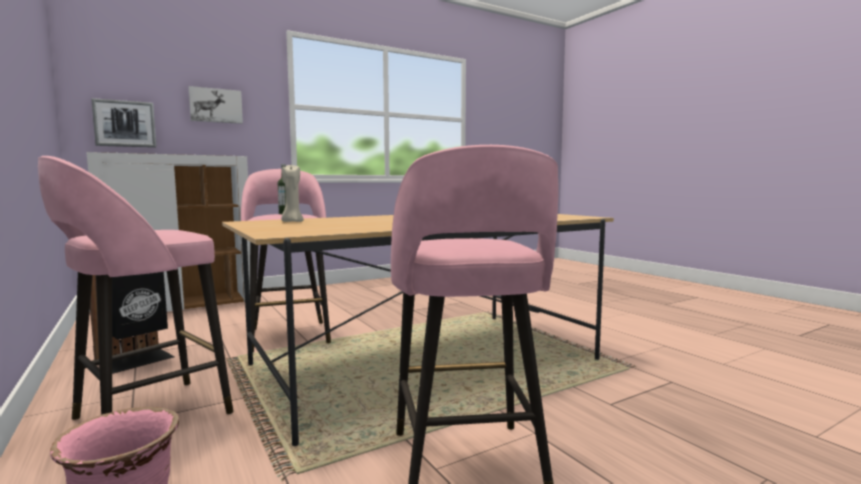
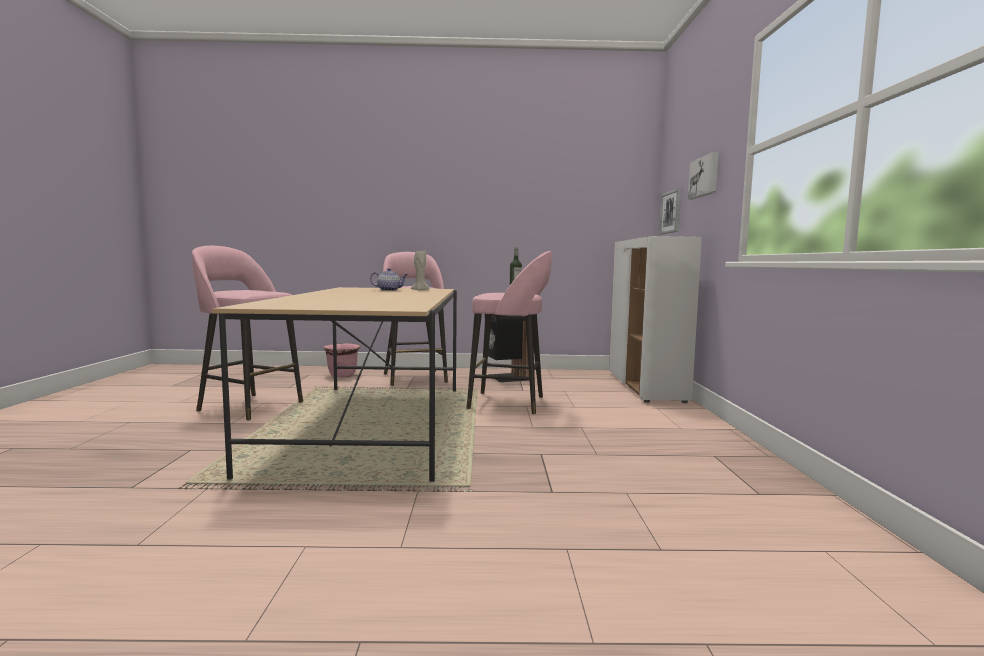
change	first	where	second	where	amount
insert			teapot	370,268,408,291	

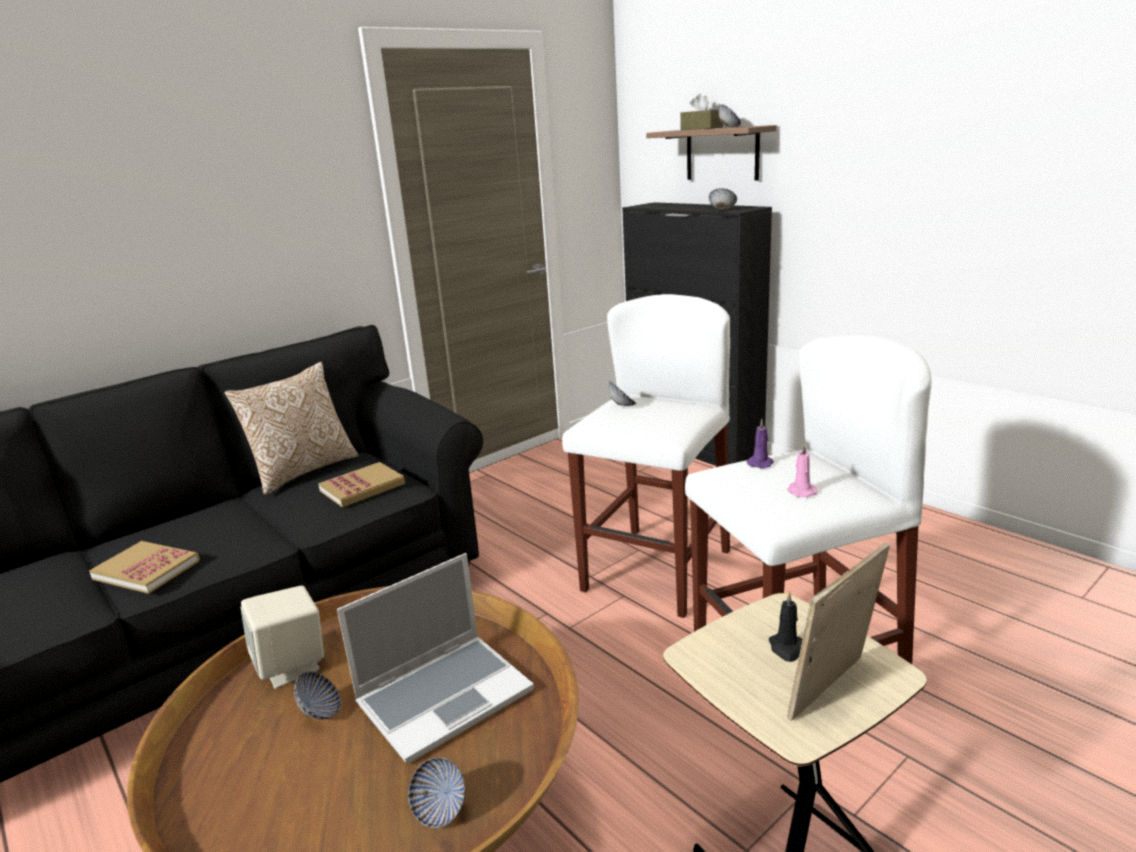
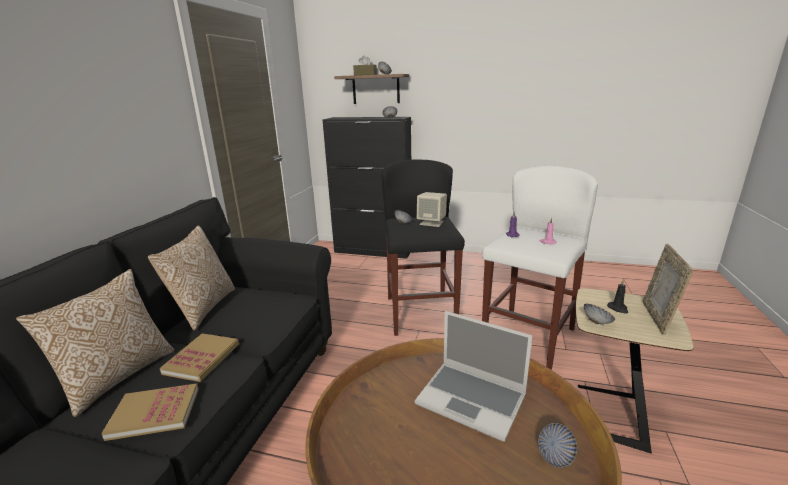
change	first	where	second	where	amount
insert			pillow	16,269,175,417	
move	book	318,462,405,507		160,333,239,382	
recolor	white stool	562,294,730,618	black stool	382,160,465,336	
rotate	laptop	337,553,534,764		415,311,533,442	105 degrees clockwise
move	beige speaker	240,585,324,689		417,192,447,227	
move	bowl	294,671,341,719		584,304,615,325	

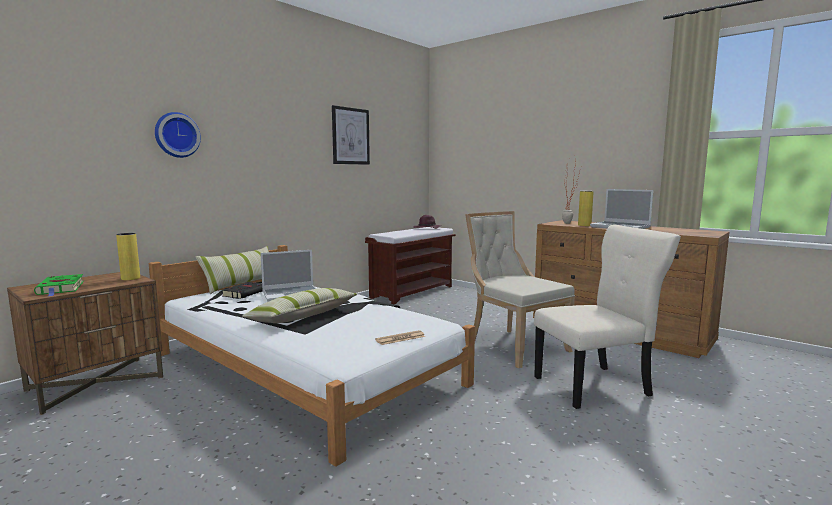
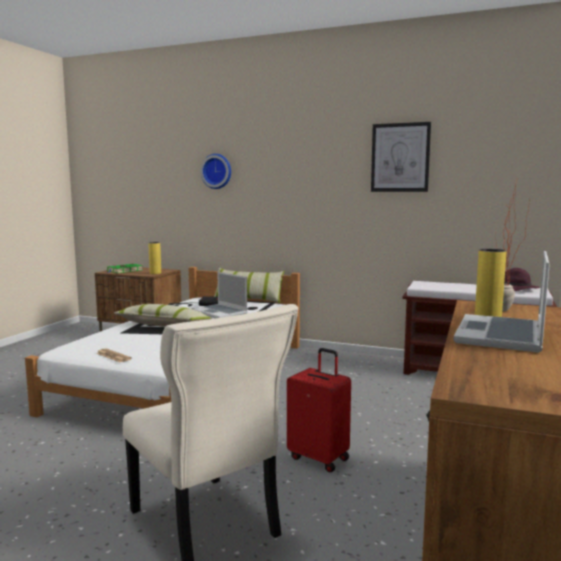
change	first	where	second	where	amount
replace	beige chair	465,211,575,368	red suitcase	287,348,351,472	

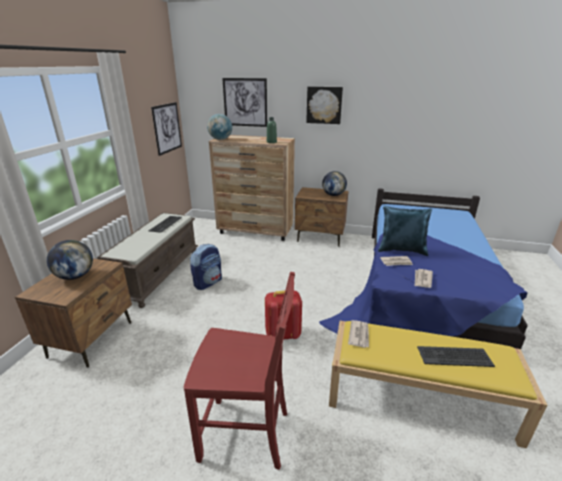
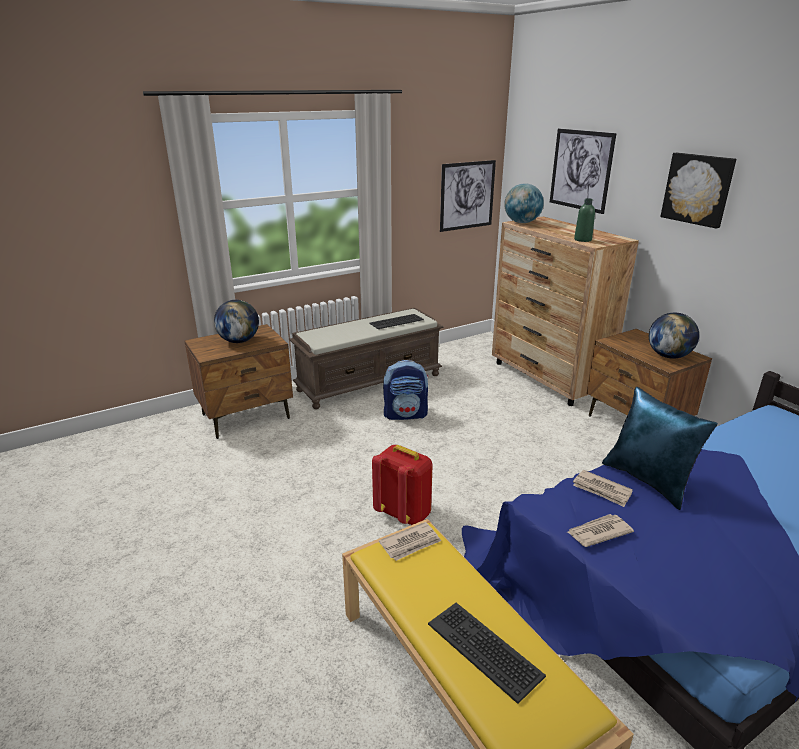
change	first	where	second	where	amount
delete	red chair	184,272,295,470			

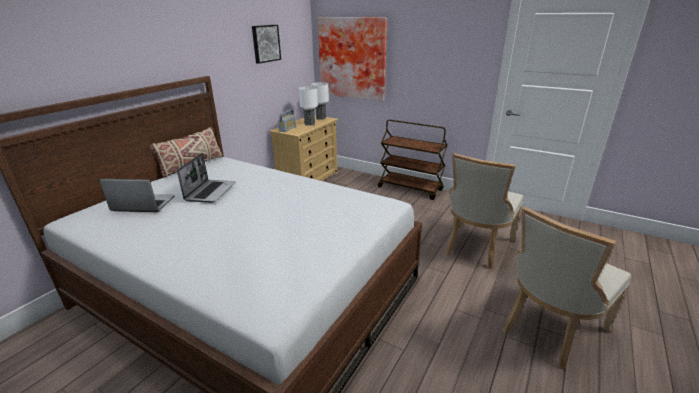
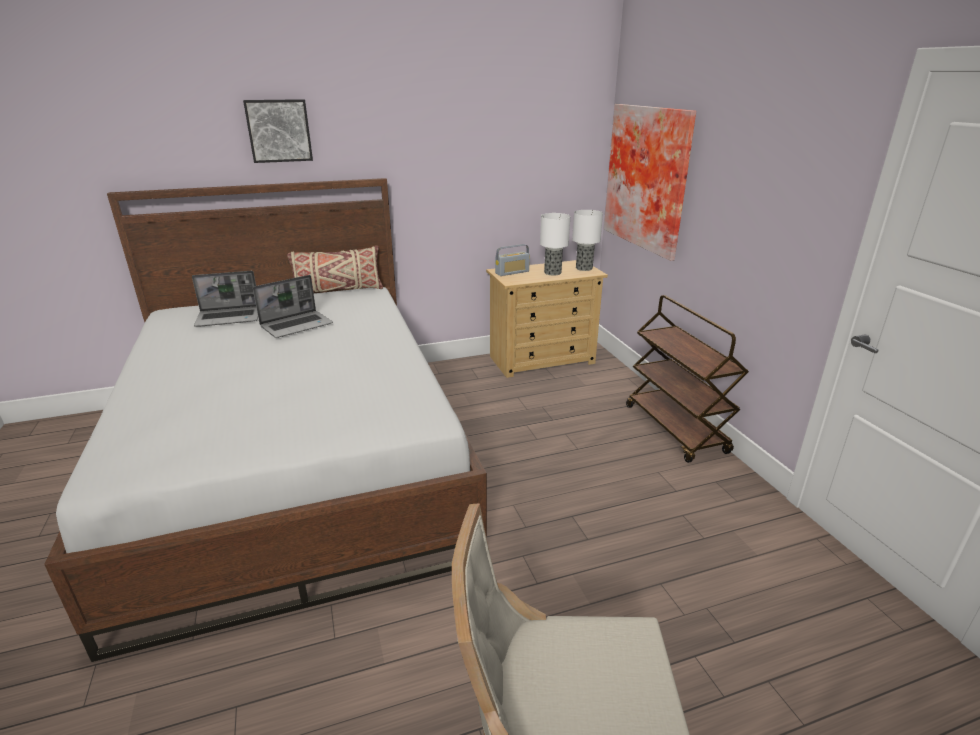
change	first	where	second	where	amount
rotate	laptop	99,179,175,212		192,271,258,327	120 degrees clockwise
move	picture	252,25,281,64		243,99,313,163	
delete	beige chair	445,153,523,269			

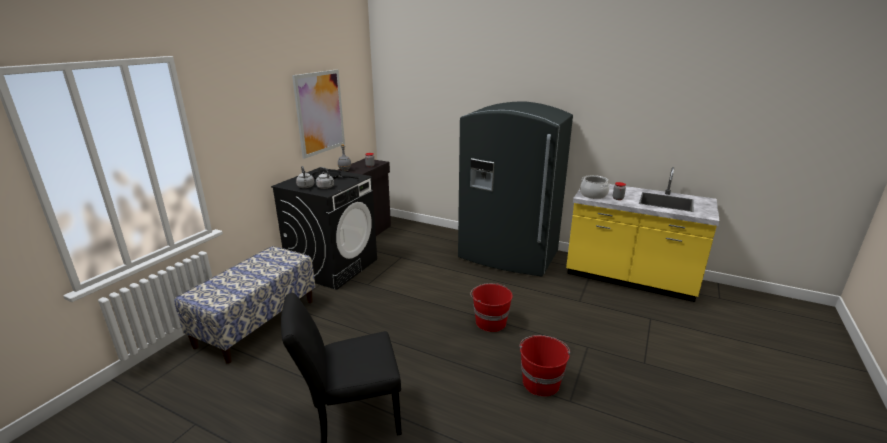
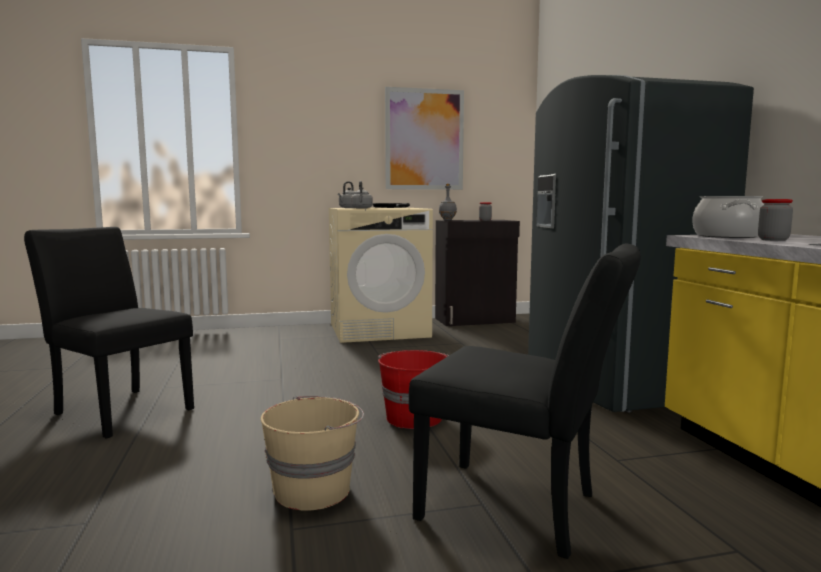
change	first	where	second	where	amount
recolor	red bucket	520,335,570,396	beige bucket	261,396,364,511	
recolor	black washing machine	271,168,377,290	beige washing machine	328,208,433,343	
insert			black chair	409,244,641,559	
delete	bench	175,246,315,364			

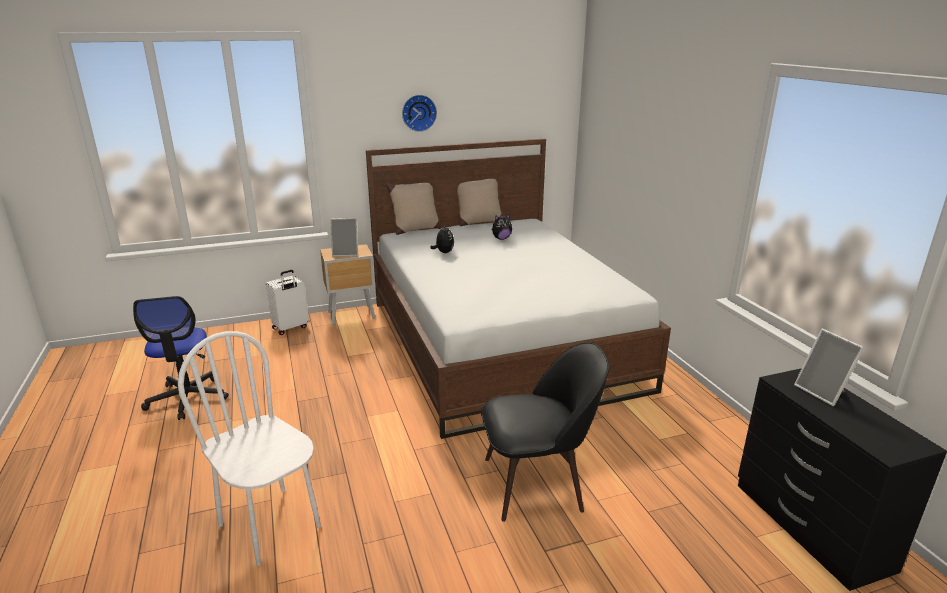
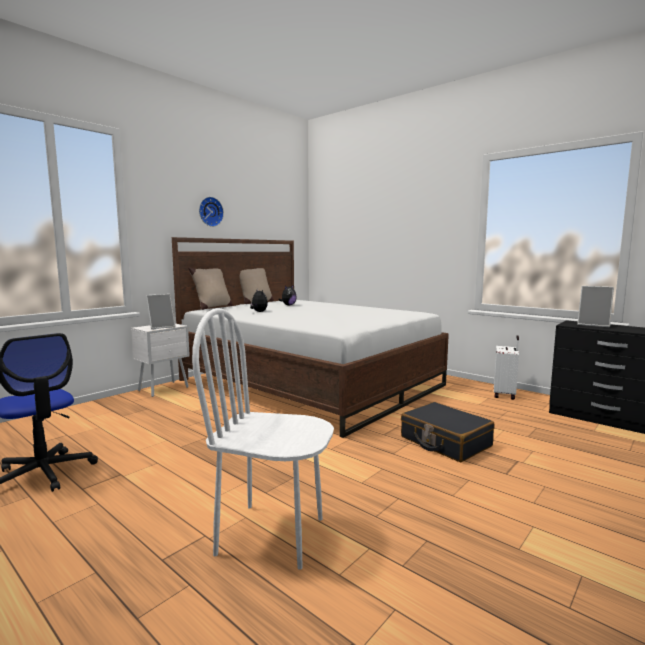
change	first	where	second	where	amount
recolor	brown nightstand	320,244,375,325	white nightstand	131,323,190,397	
replace	black chair	481,342,609,522	black suitcase	401,402,494,462	
move	white suitcase	266,270,309,335		494,335,519,400	

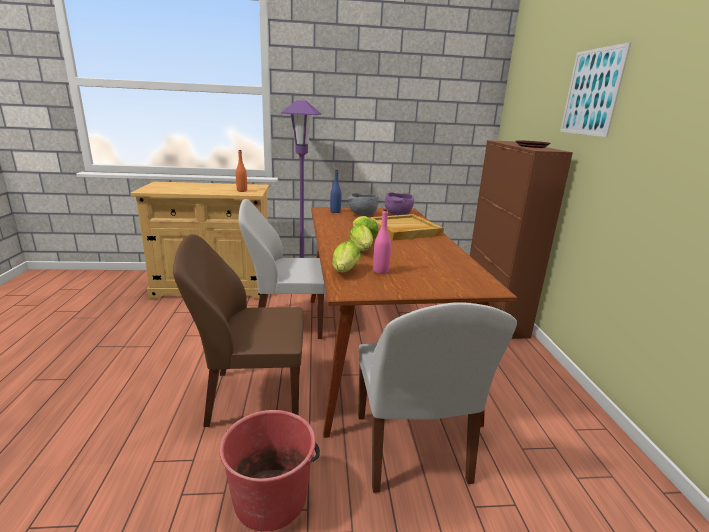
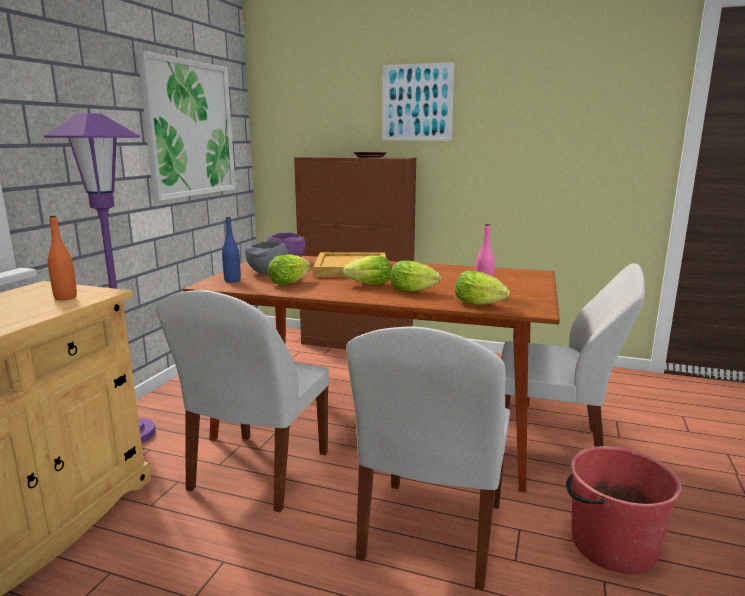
change	first	where	second	where	amount
insert			picture	137,51,236,201	
insert			lettuce	268,254,311,285	
recolor	brown chair	173,234,303,427	white chair	346,327,510,590	

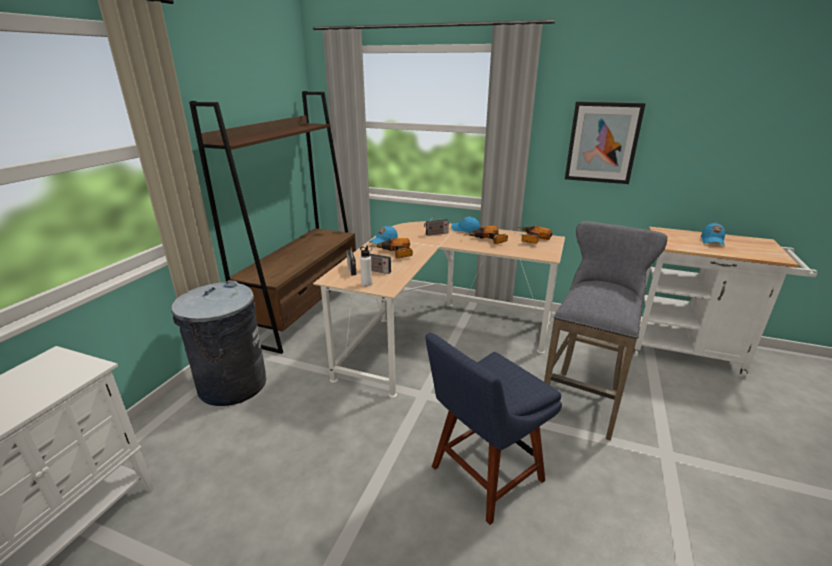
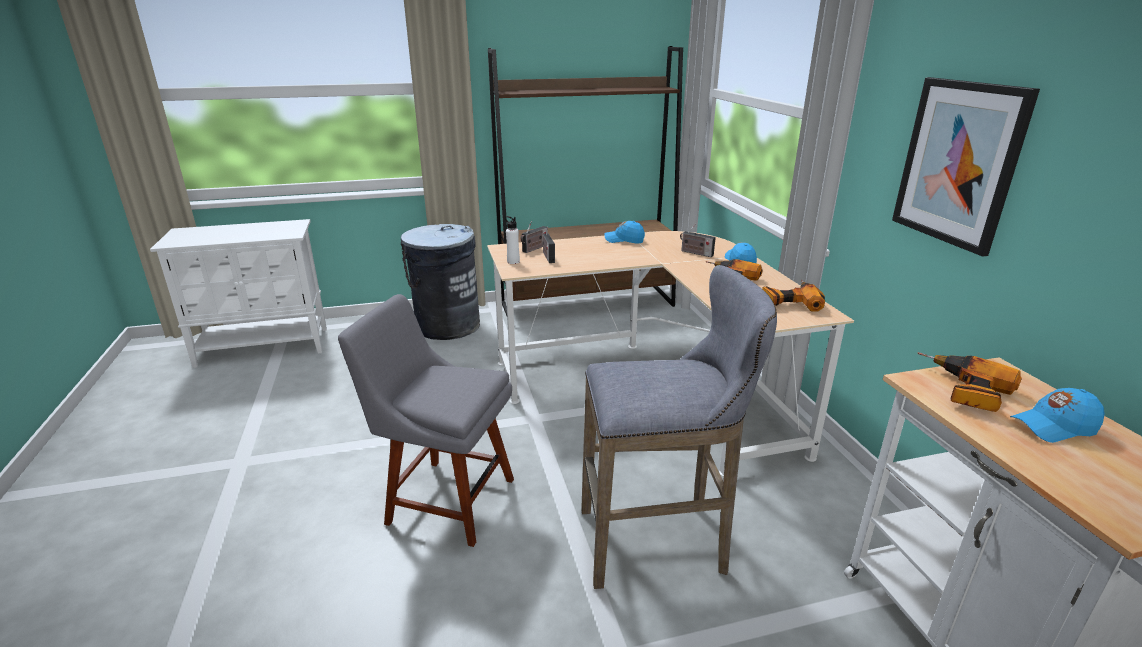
change	first	where	second	where	amount
recolor	blue chair	425,333,562,525	grey chair	338,294,514,547	
move	power drill	370,238,413,259		918,352,1022,412	

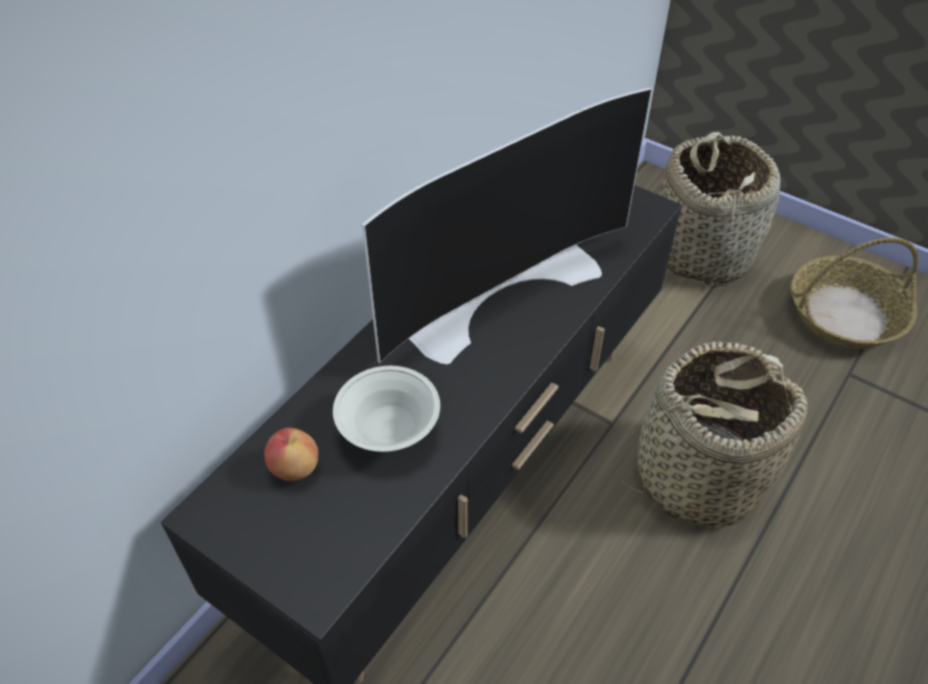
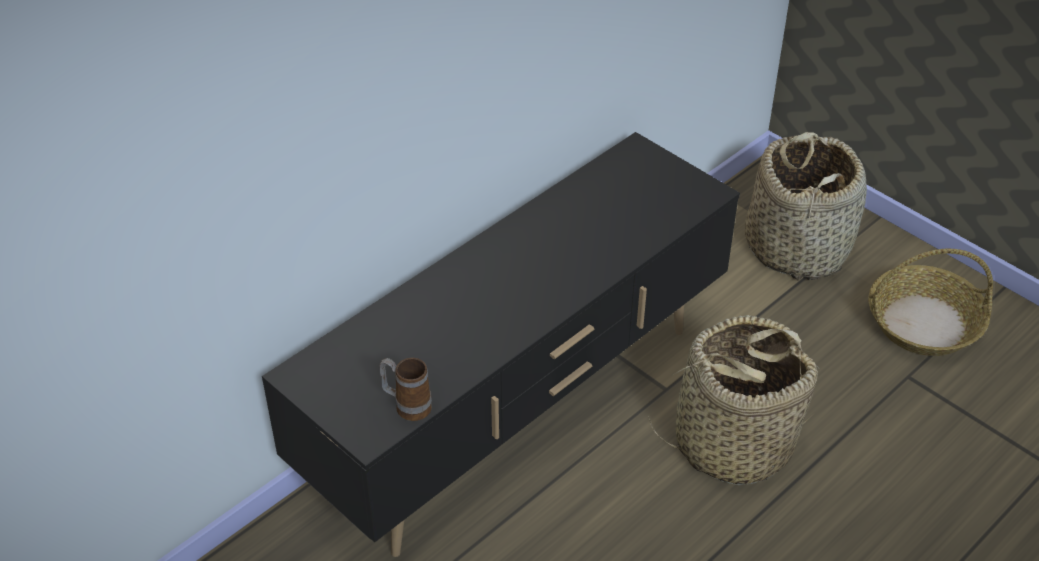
change	first	where	second	where	amount
insert			mug	379,358,432,421	
delete	apple	264,428,319,481			
delete	white bowl	333,366,440,452			
delete	television	362,88,652,364			

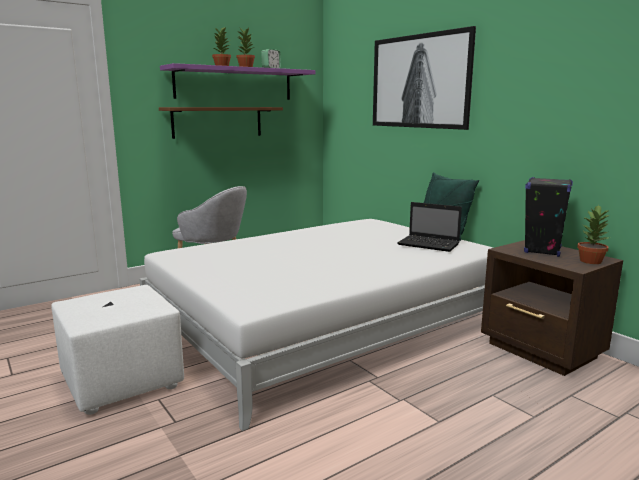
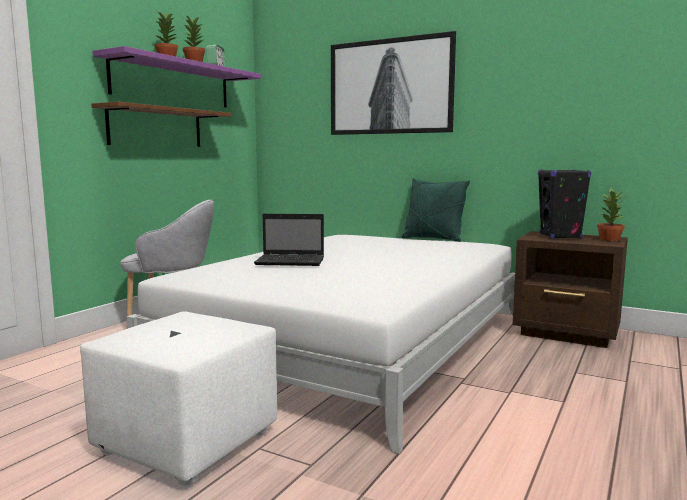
change	first	where	second	where	amount
move	laptop	397,202,462,252		254,214,324,266	

